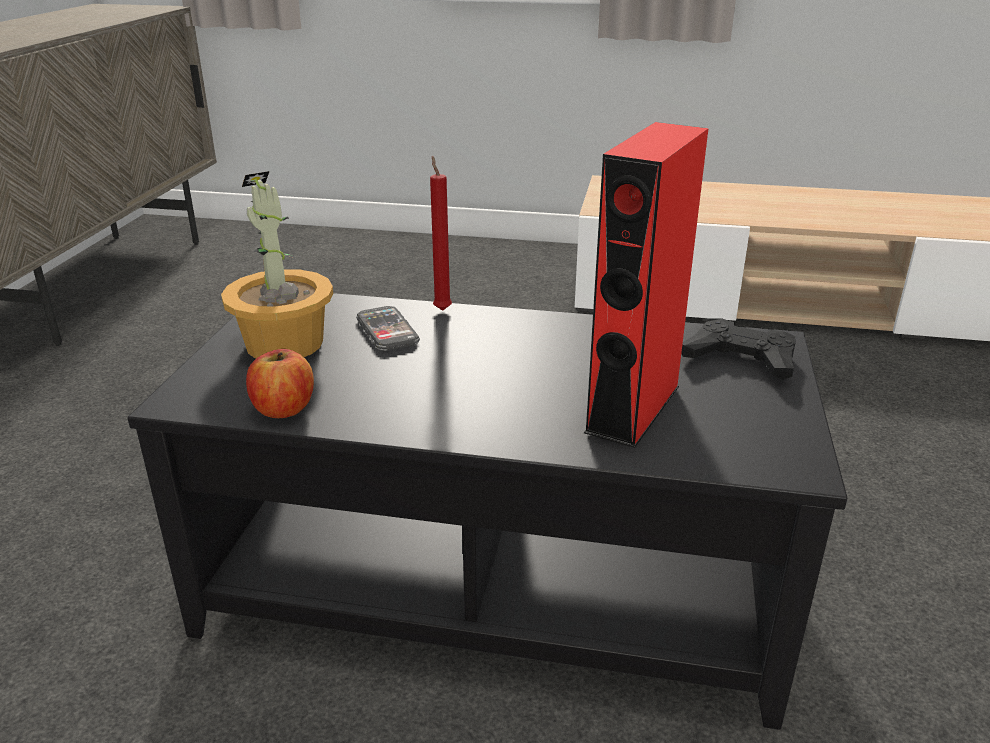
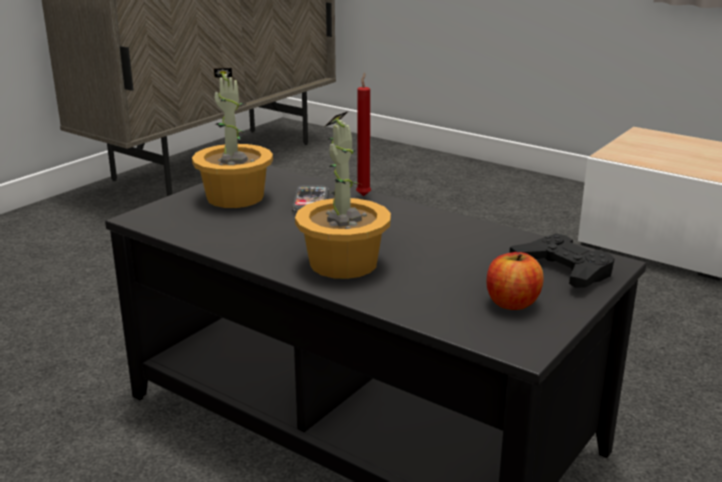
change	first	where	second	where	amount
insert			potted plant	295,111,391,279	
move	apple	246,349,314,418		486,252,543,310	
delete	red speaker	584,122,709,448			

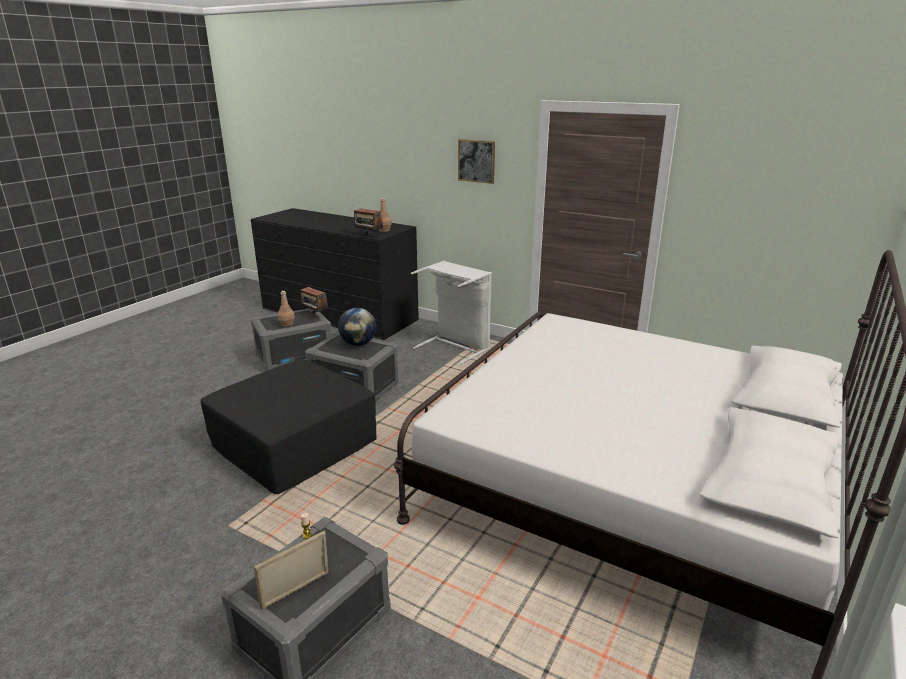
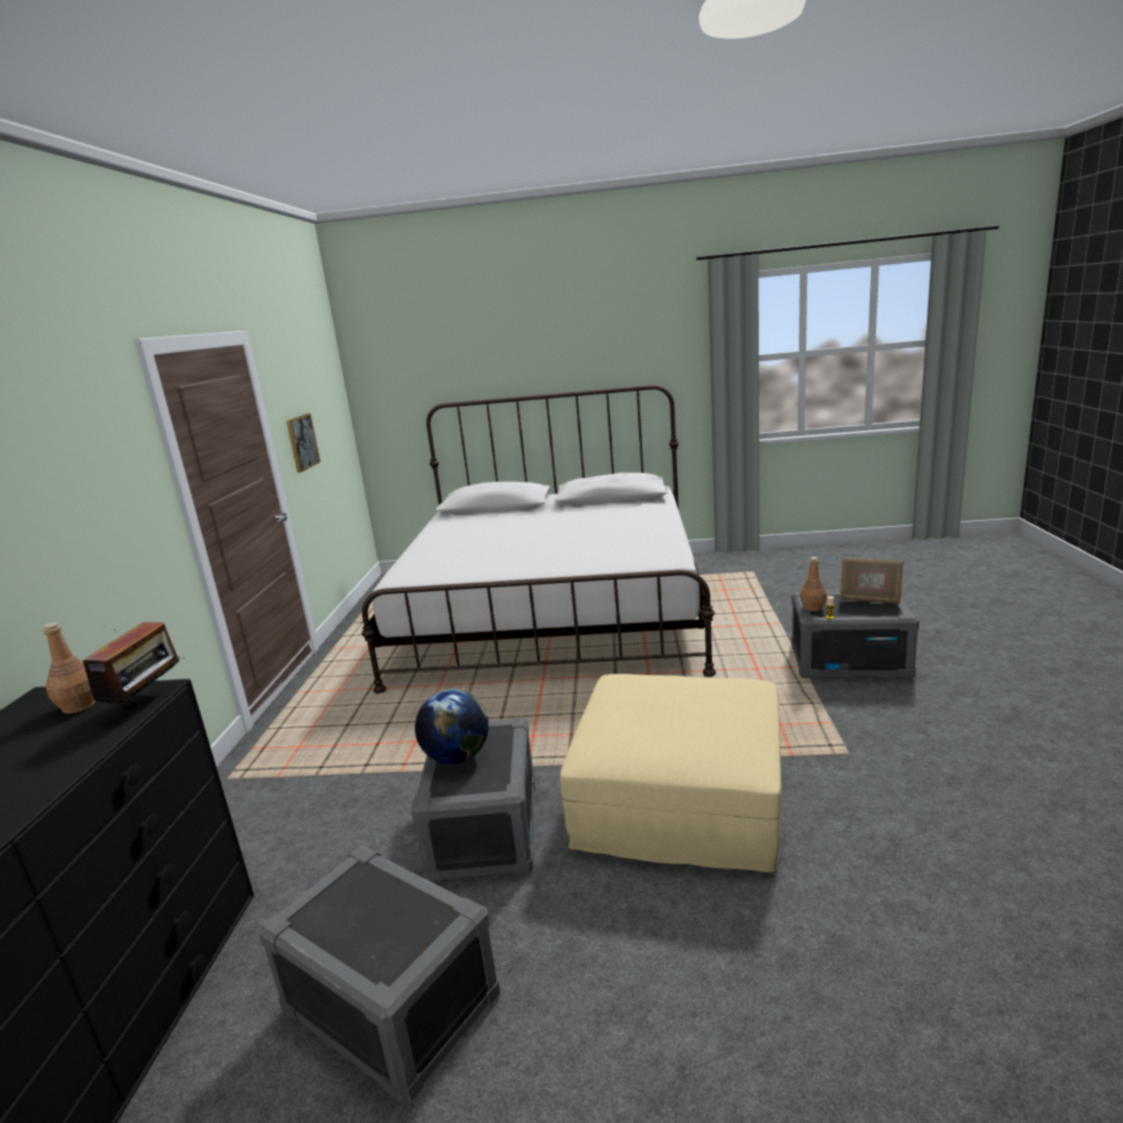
change	first	where	second	where	amount
move	picture	458,139,495,184		286,413,321,473	
recolor	black ottoman	201,359,376,494	beige ottoman	560,674,781,872	
move	brown bottle	277,291,295,327		800,557,826,611	
delete	radio	301,287,328,314			
delete	grey laundry basket	411,261,492,365			

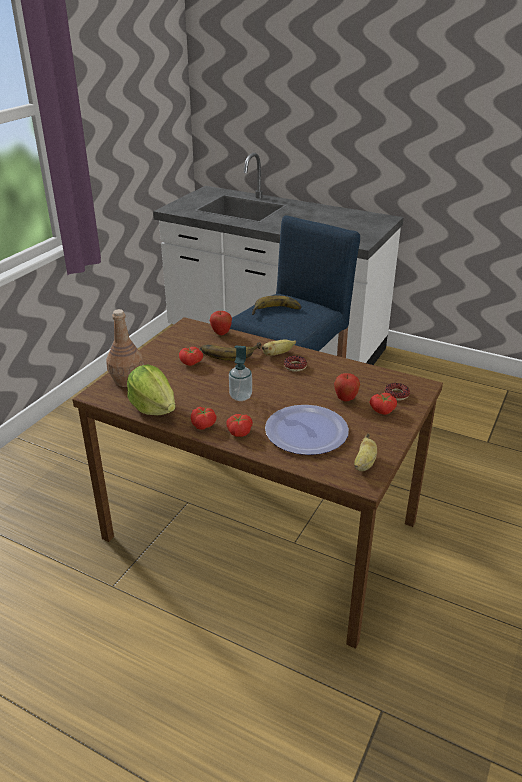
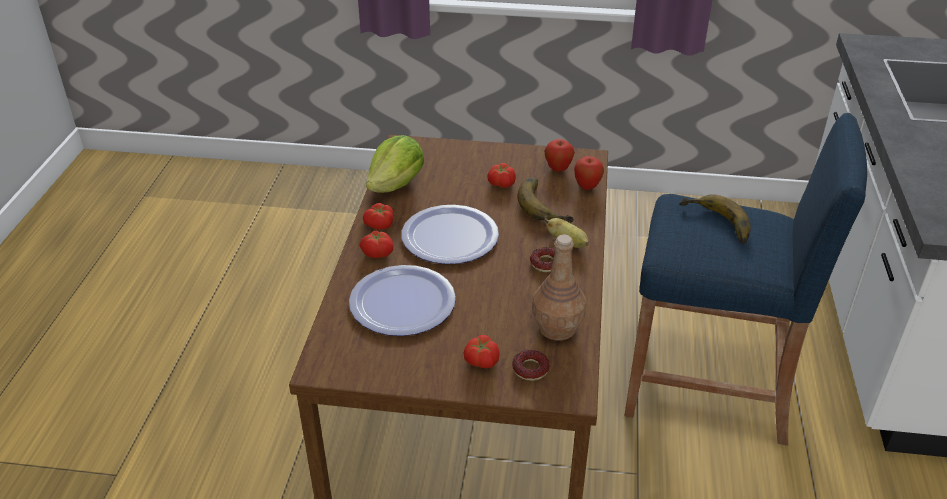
change	first	where	second	where	amount
replace	soap dispenser	229,346,252,401	plate	402,205,499,264	
move	brown bottle	106,309,144,387		532,234,586,340	
move	apple	334,373,360,401		544,139,575,172	
delete	banana	354,433,377,471			

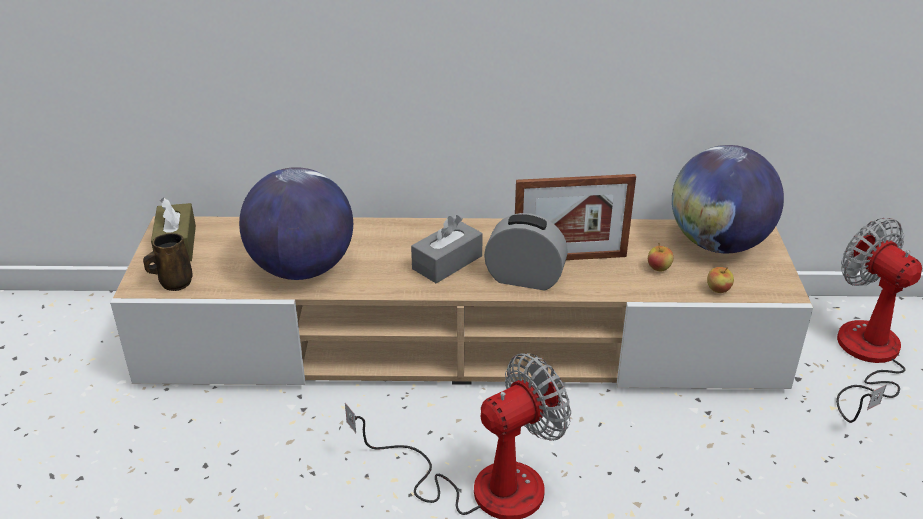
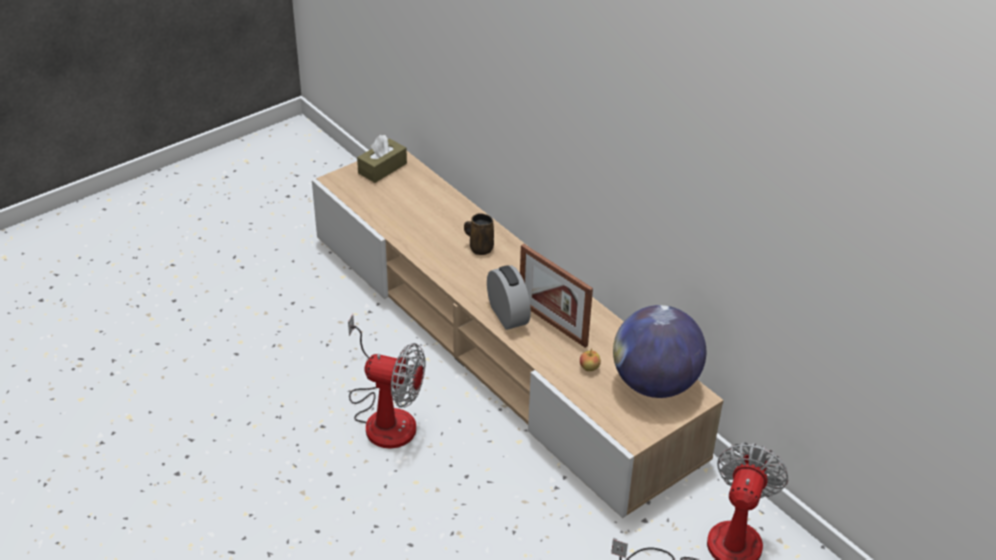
change	first	where	second	where	amount
move	brown mug	143,233,192,291		464,213,494,255	
delete	globe	239,167,353,280			
delete	grey tissue box	411,215,483,283			
delete	apple	707,267,734,293			

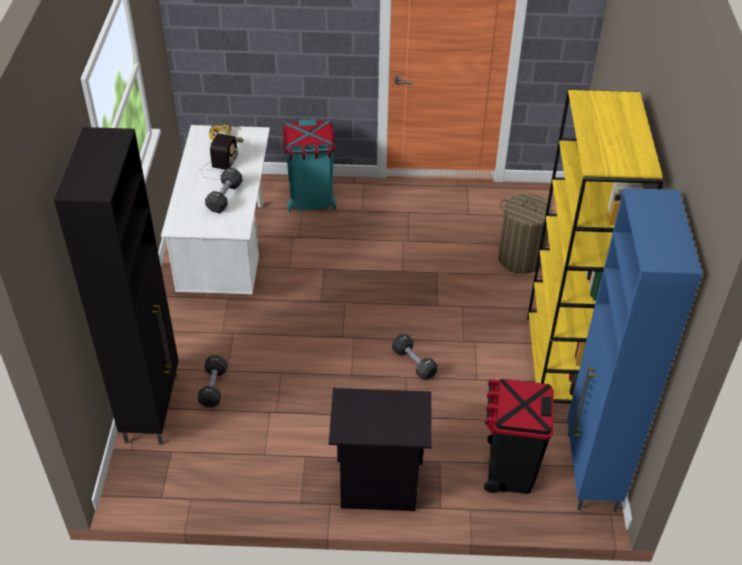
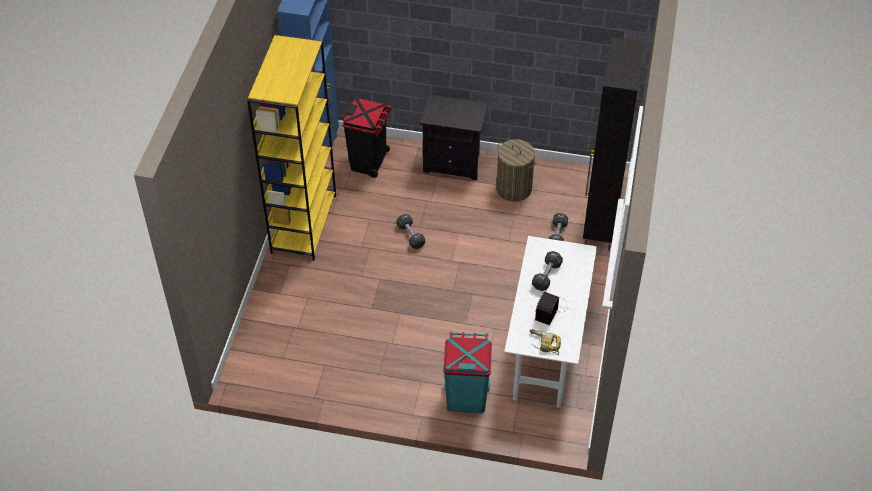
change	first	where	second	where	amount
move	laundry basket	498,193,553,274		496,139,536,202	

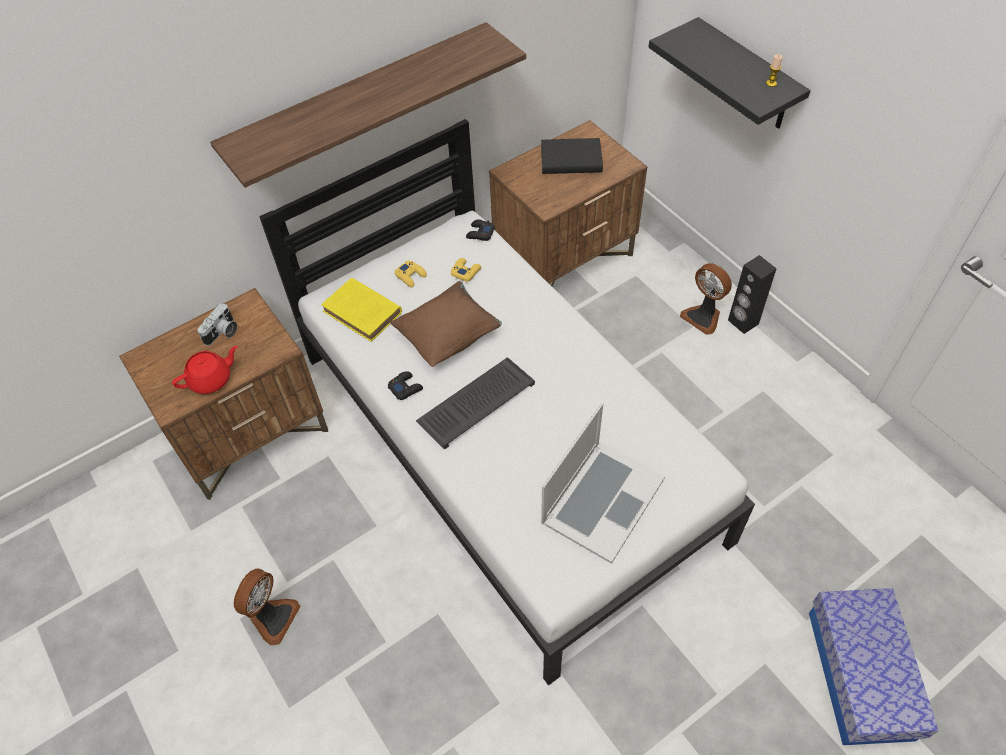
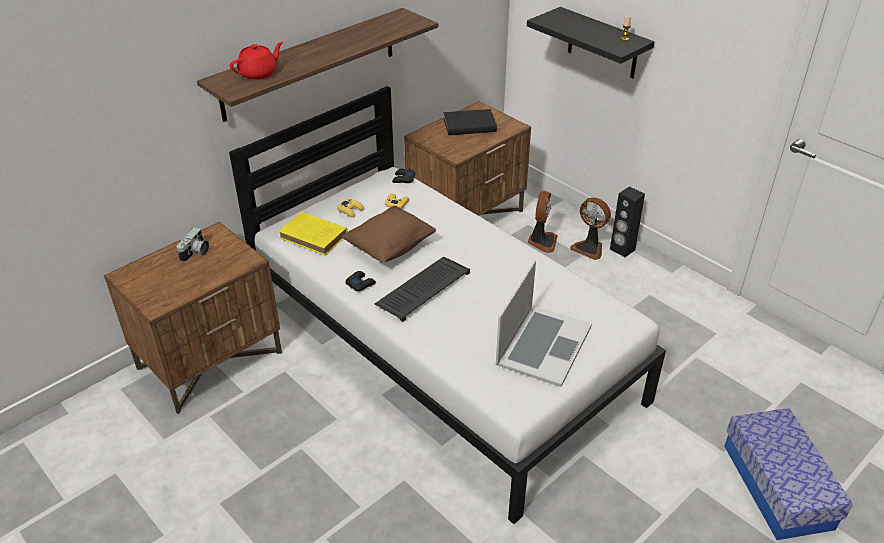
change	first	where	second	where	amount
move	red teapot	172,346,238,394		230,42,283,80	
move	fan	234,568,301,645		528,191,558,253	

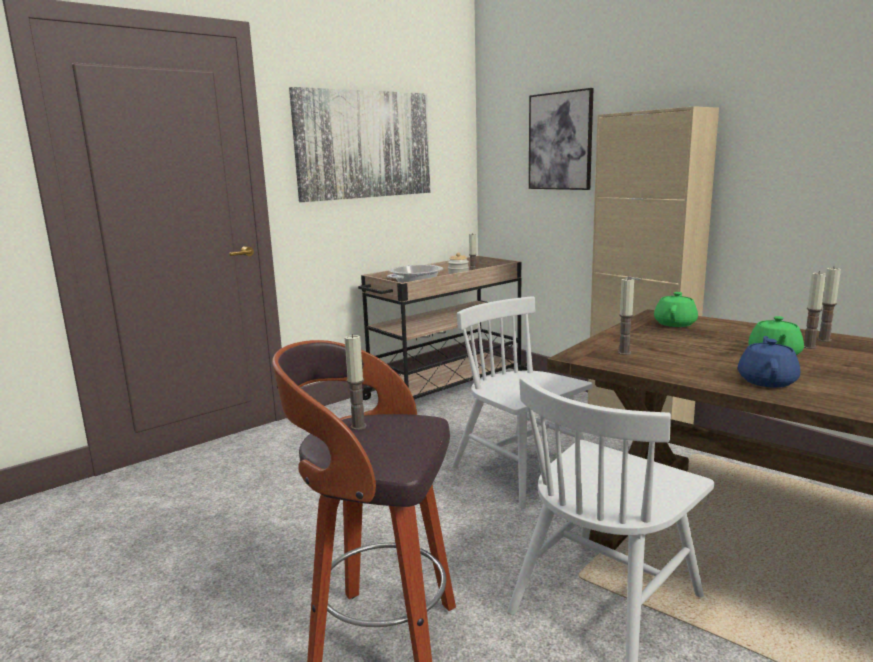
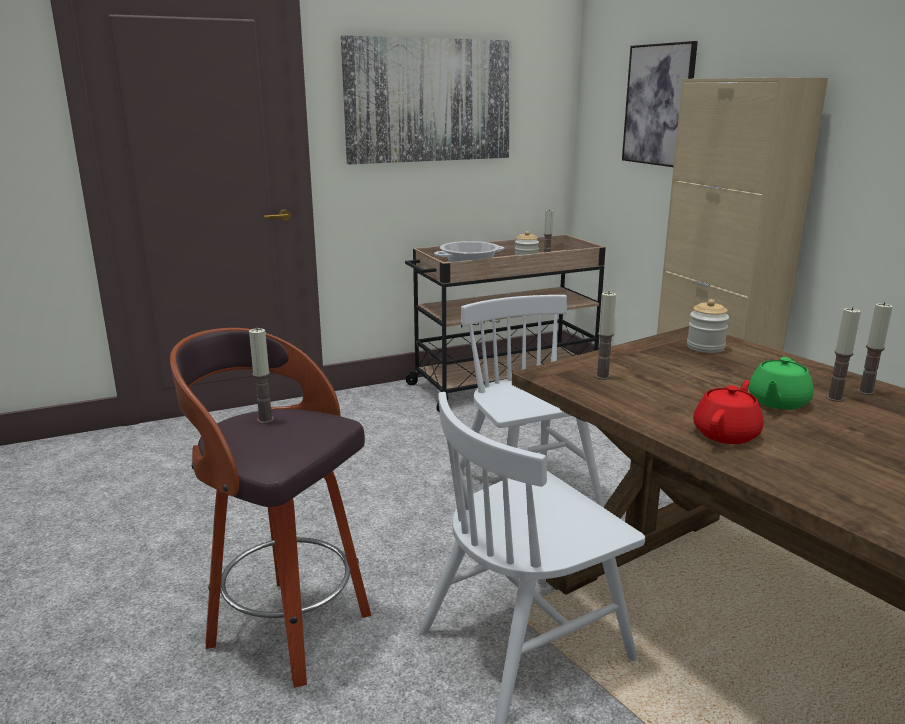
change	first	where	second	where	amount
replace	green teapot	654,292,698,327	jar	687,299,729,353	
recolor	blue teapot	738,336,800,388	red teapot	693,380,764,444	

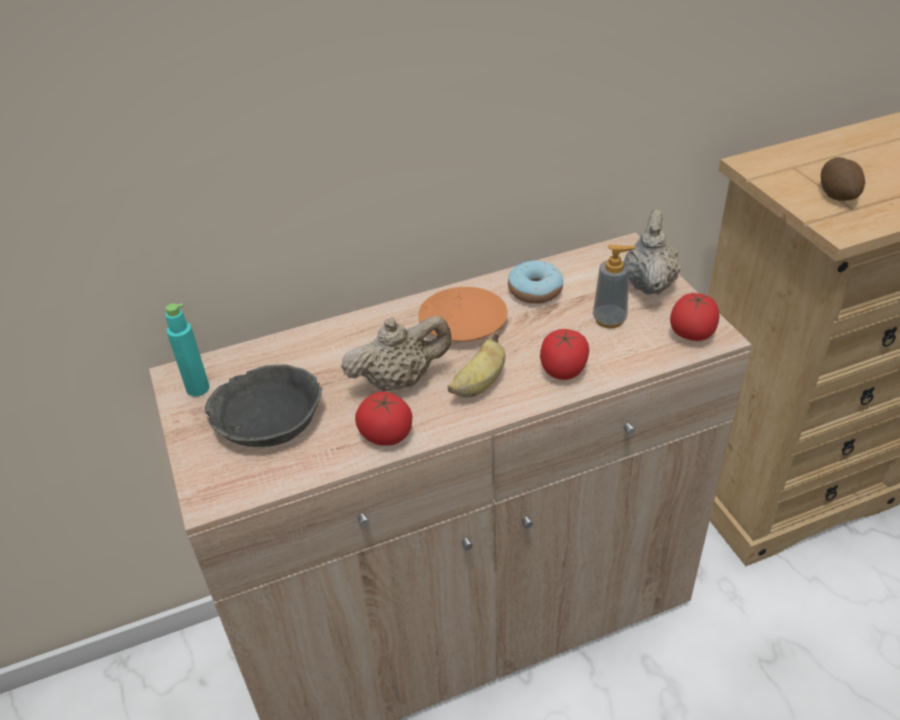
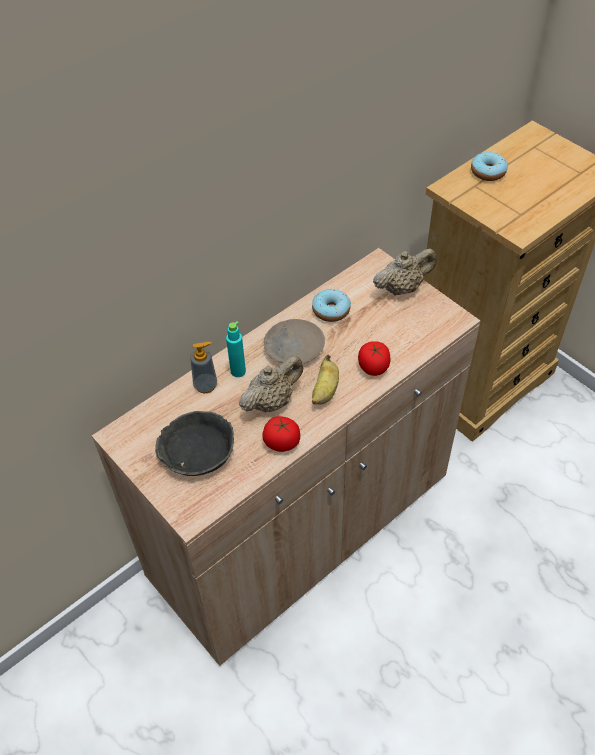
change	first	where	second	where	amount
move	soap dispenser	593,245,636,328		190,342,217,393	
move	turquoise bottle	166,303,209,397		226,321,246,377	
recolor	orange plate	418,287,508,342	beige plate	264,319,325,364	
rotate	beige teapot	624,209,681,295		373,248,437,295	75 degrees clockwise
insert			donut	471,152,508,181	
delete	tomato	670,293,719,341			
delete	potato	821,157,865,201			

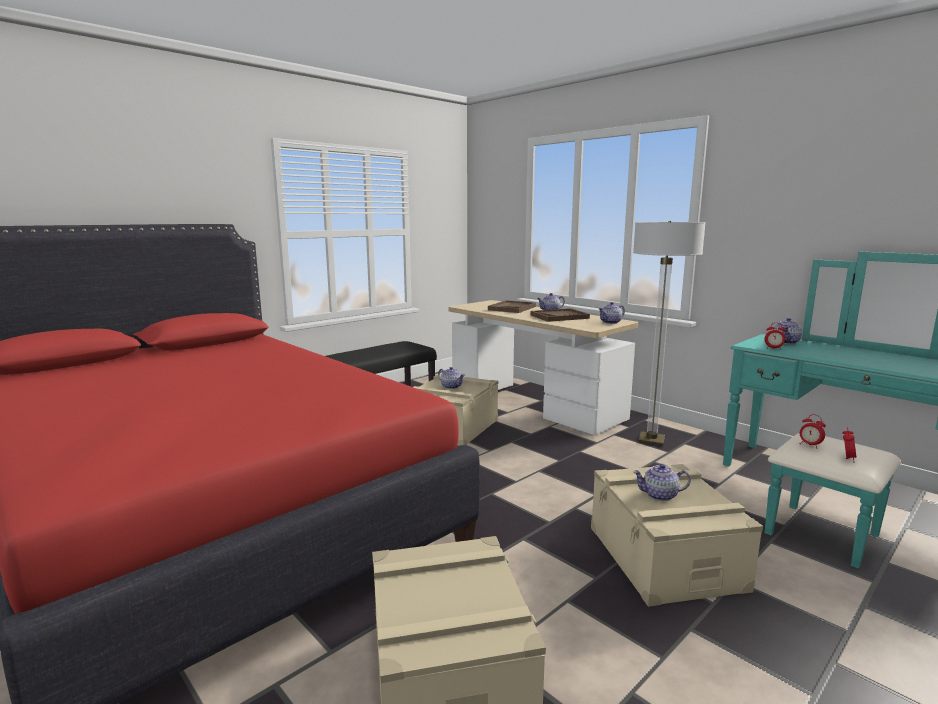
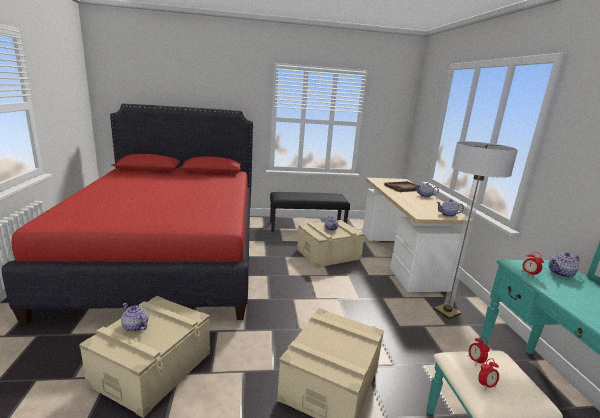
change	first	where	second	where	amount
move	teapot	633,464,691,501		121,303,148,332	
delete	brown tray	531,308,590,322			

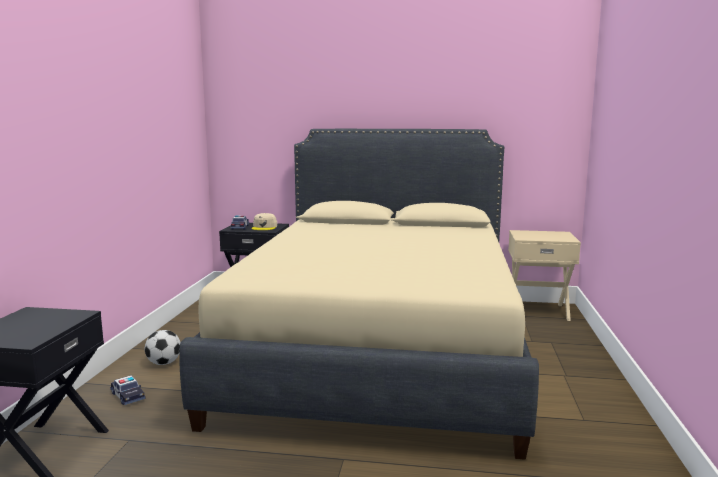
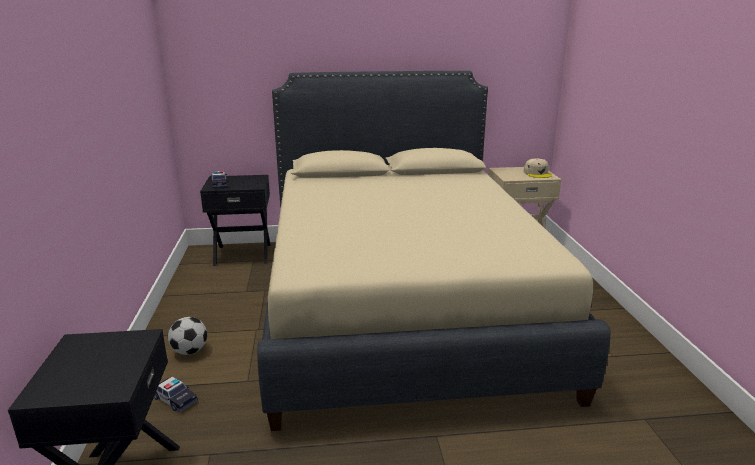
change	first	where	second	where	amount
move	beige cap	251,213,277,230		524,159,552,178	

